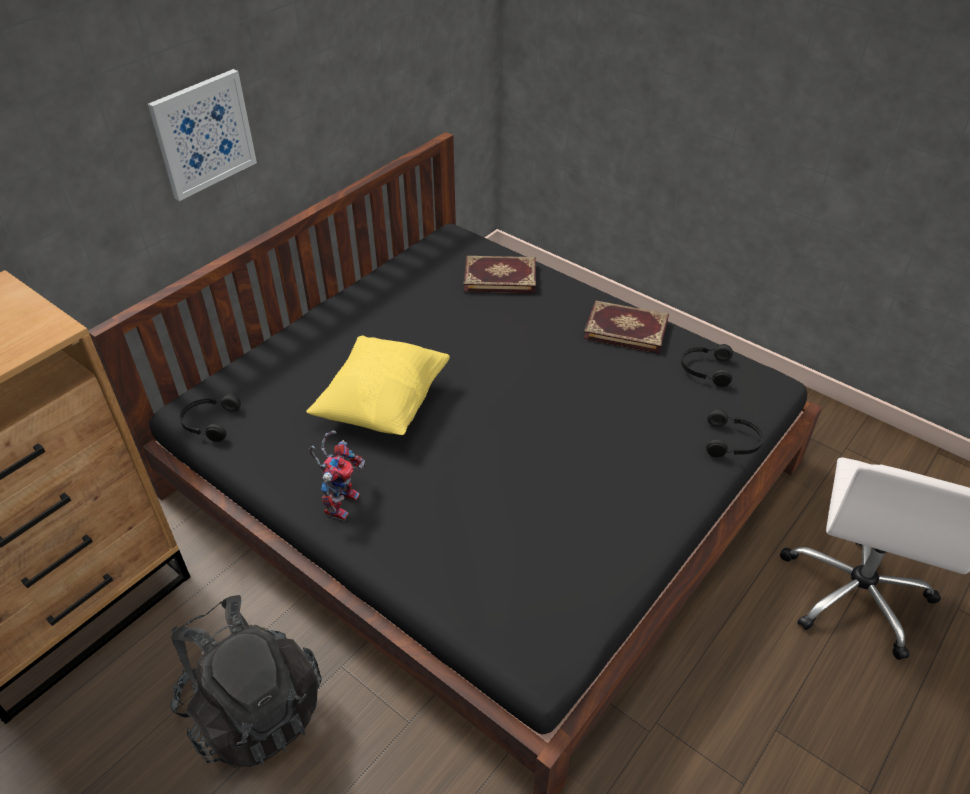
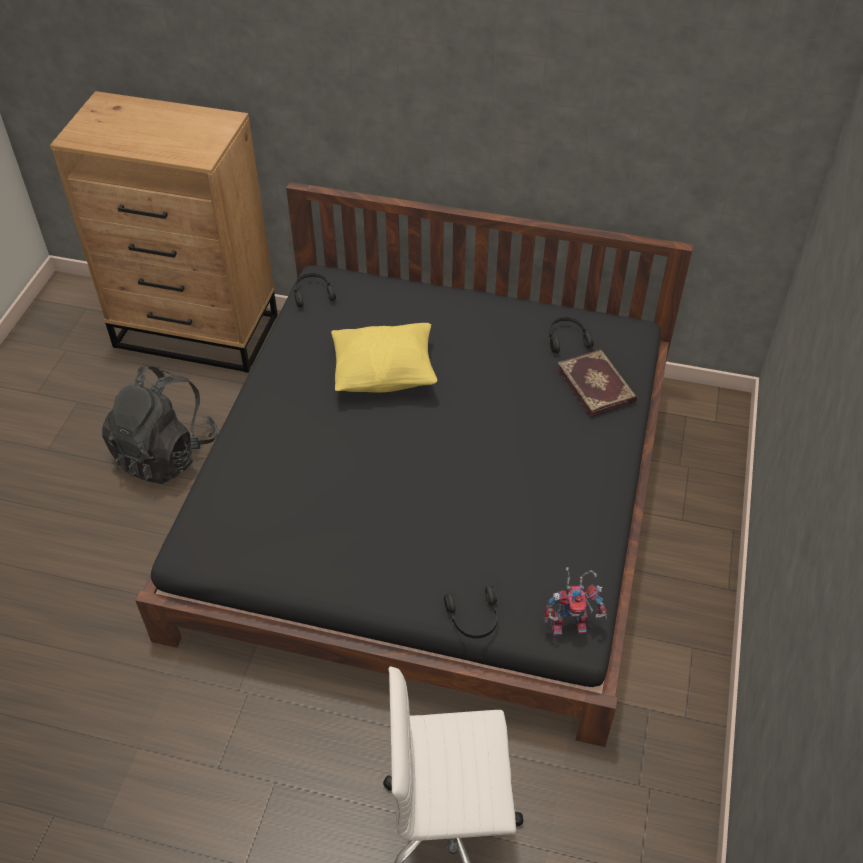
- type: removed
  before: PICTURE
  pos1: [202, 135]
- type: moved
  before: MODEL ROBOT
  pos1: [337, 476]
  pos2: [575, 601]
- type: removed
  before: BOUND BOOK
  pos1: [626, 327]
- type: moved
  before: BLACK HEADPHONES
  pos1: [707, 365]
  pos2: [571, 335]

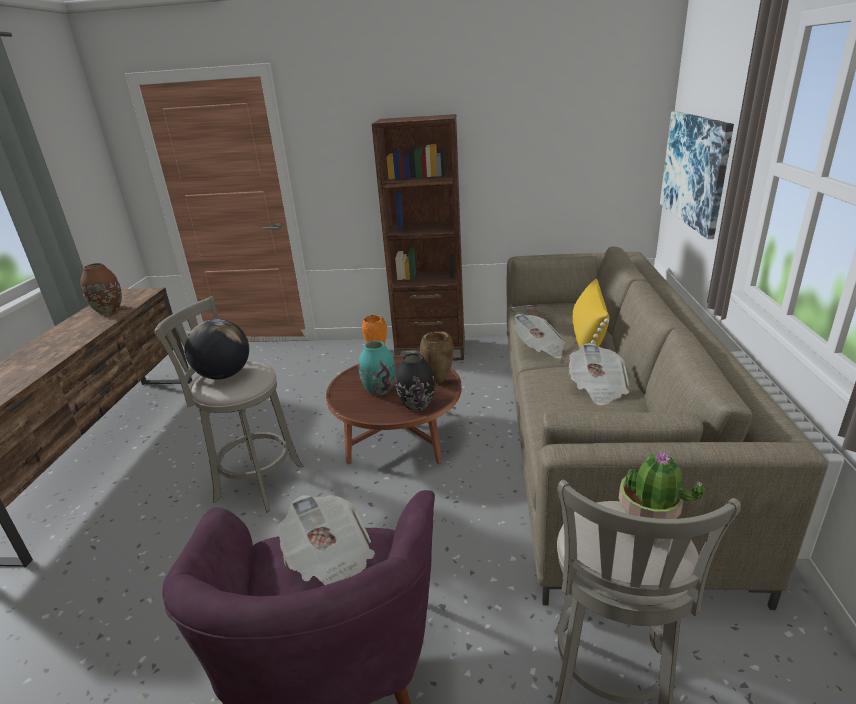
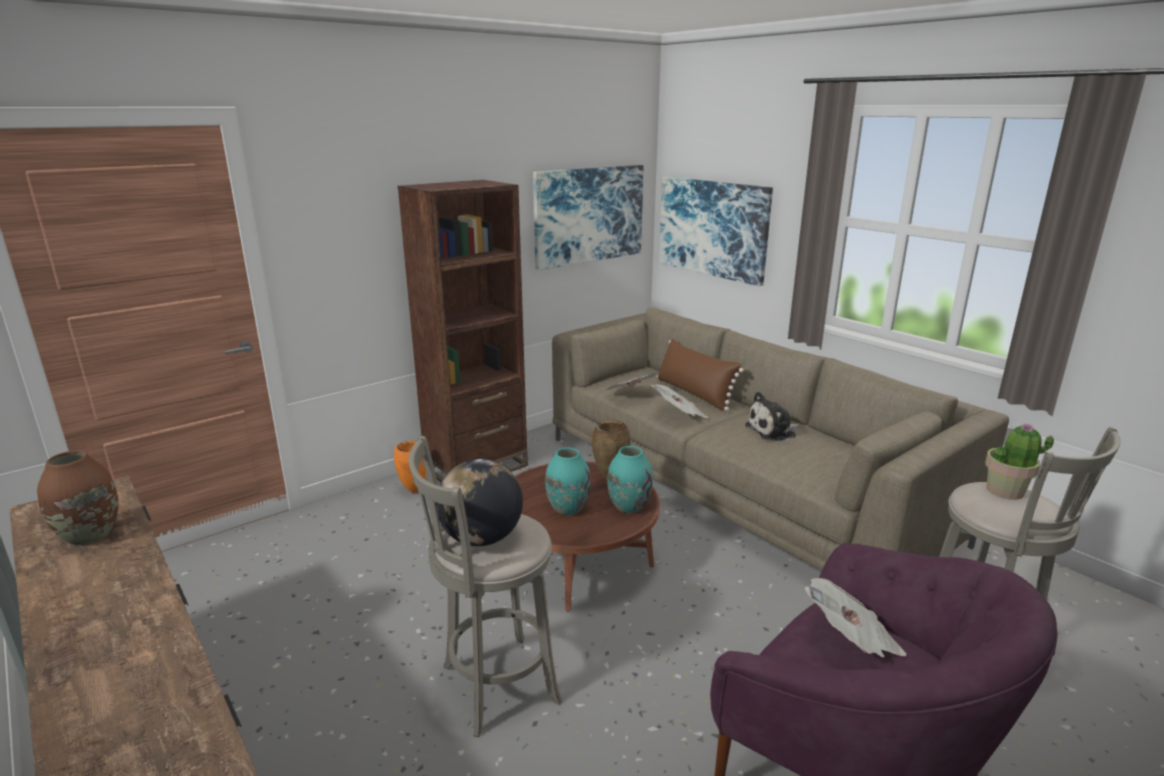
- type: recoloured
  before: BLACK FLOWER VASE
  after: TURQUOISE FLOWER VASE
  pos1: [415, 382]
  pos2: [630, 480]
- type: replaced
  before: DAILY PAPER
  after: SOFT TOY
  pos1: [598, 374]
  pos2: [772, 416]
- type: recoloured
  before: YELLOWISH THROW PILLOW
  after: BROWN THROW PILLOW
  pos1: [591, 313]
  pos2: [700, 374]
- type: added
  after: PICTURE
  pos2: [588, 217]

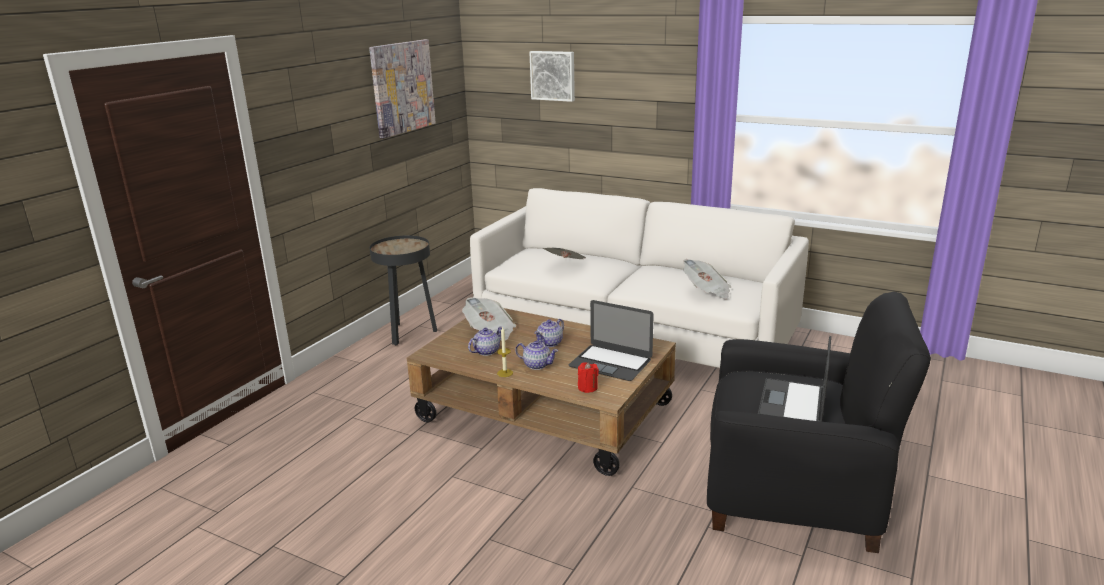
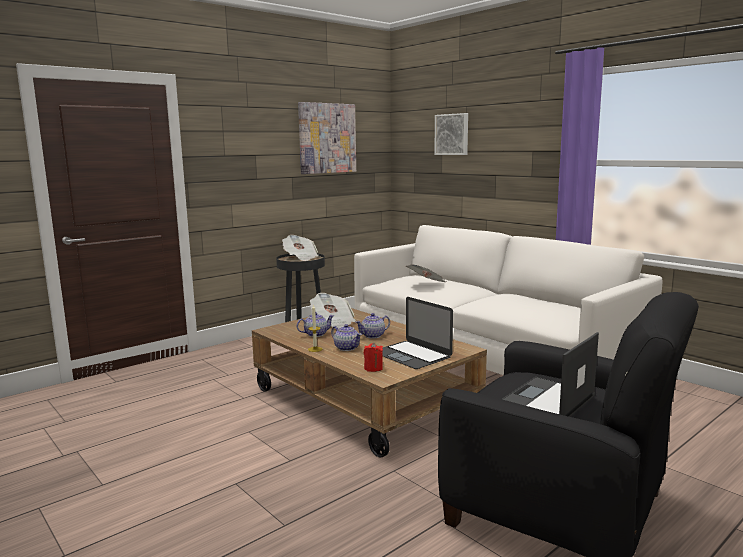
- type: moved
  before: DAILY PAPER
  pos1: [707, 279]
  pos2: [300, 248]

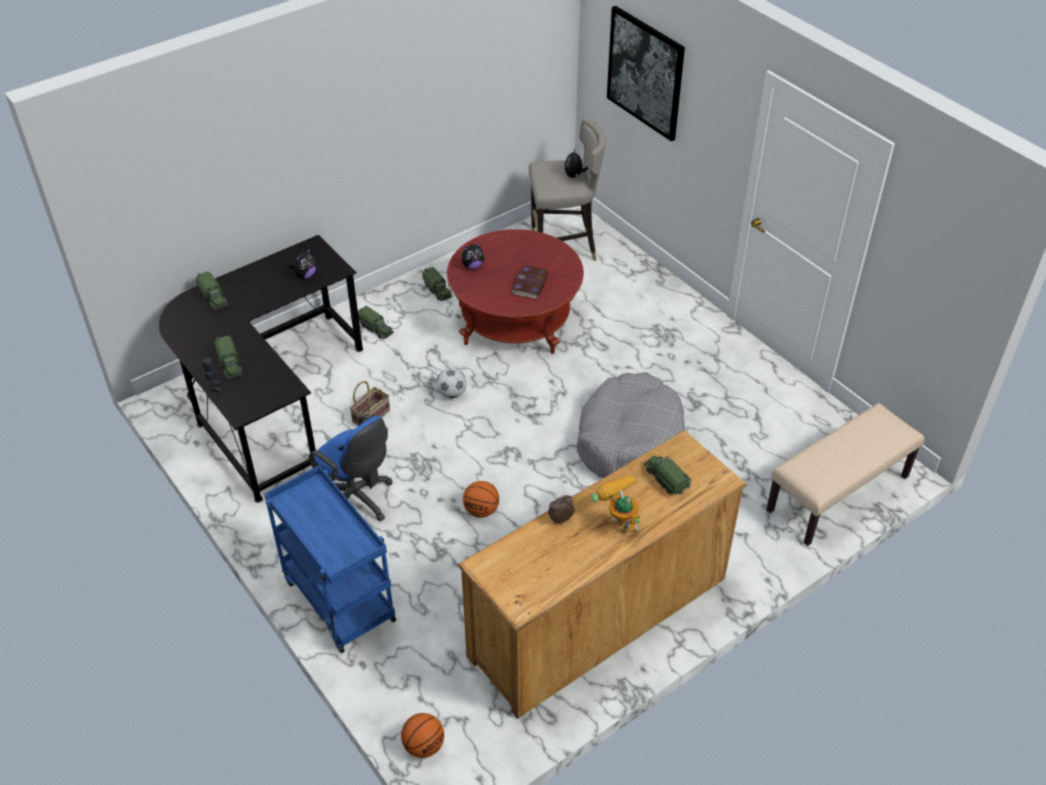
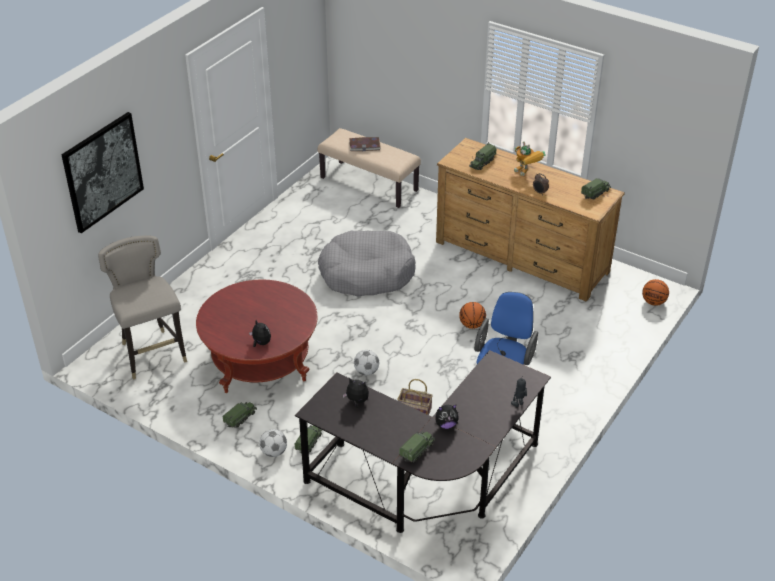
- type: moved
  before: TOY LORRY
  pos1: [228, 358]
  pos2: [596, 189]
- type: removed
  before: BLUISH CART
  pos1: [330, 559]
- type: moved
  before: BOUND BOOK
  pos1: [530, 282]
  pos2: [365, 144]
- type: moved
  before: SOFT TOY
  pos1: [576, 163]
  pos2: [447, 417]
- type: turned
  before: MODEL ROBOT
  pos1: [616, 503]
  pos2: [530, 158]
  turn: -75
- type: added
  after: BALL FOR FOOTBALL
  pos2: [273, 443]

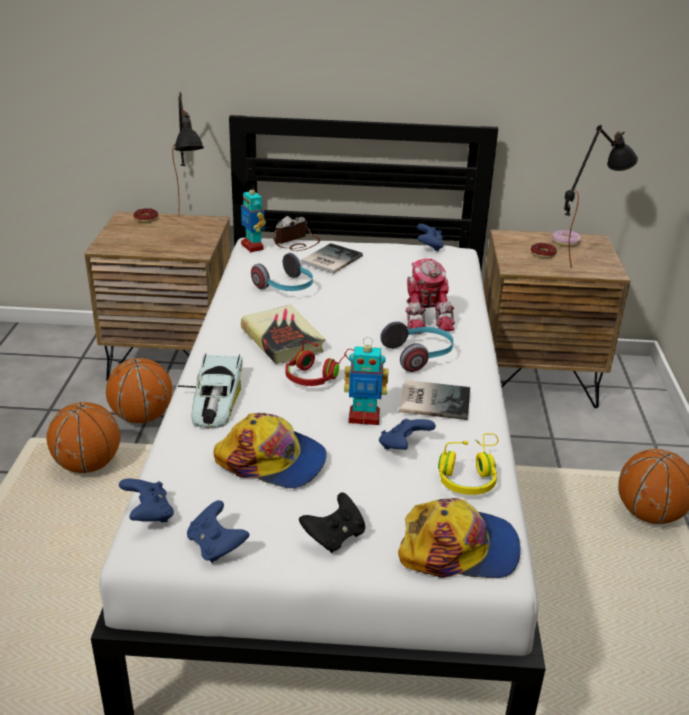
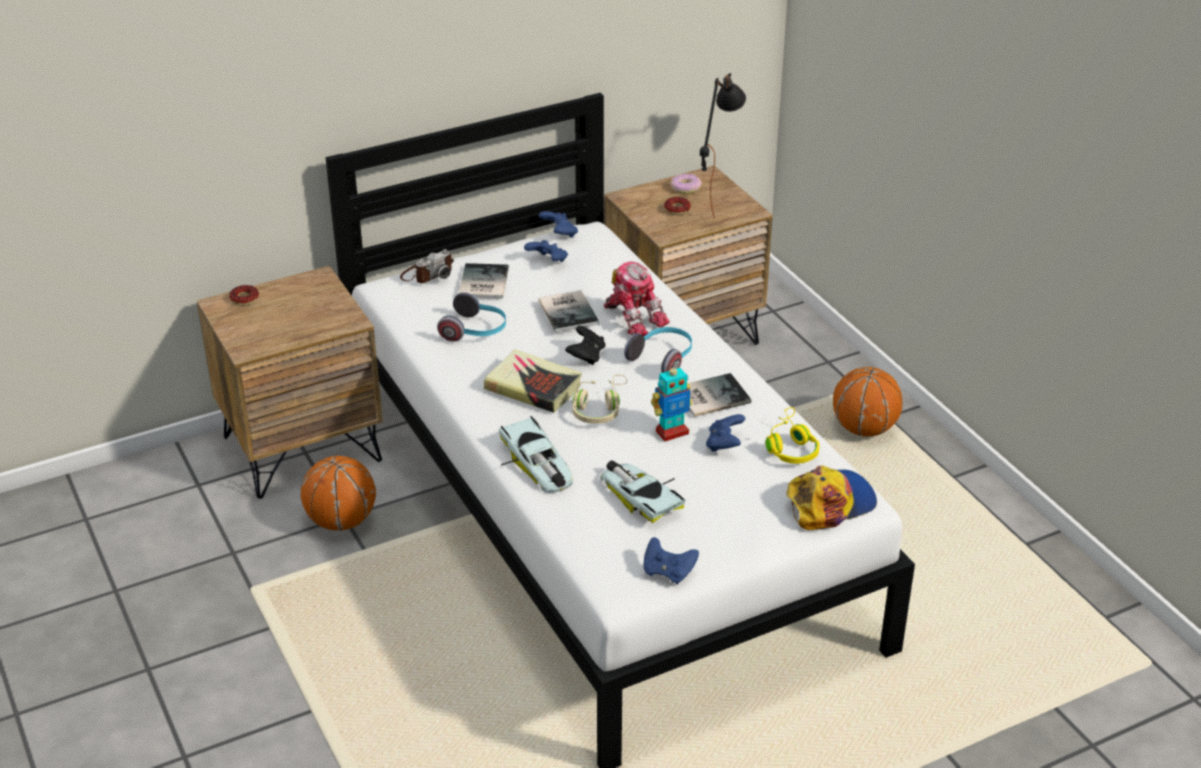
- type: removed
  before: BASKETBALL
  pos1: [83, 437]
- type: moved
  before: BLUISH GAMEPAD
  pos1: [146, 500]
  pos2: [546, 251]
- type: removed
  before: BLACK TABLE LAMP
  pos1: [188, 149]
- type: replaced
  before: CAP
  after: MODEL CAR
  pos1: [270, 451]
  pos2: [643, 491]
- type: removed
  before: MODEL ROBOT
  pos1: [253, 218]
- type: turned
  before: PHOTO CAMERA
  pos1: [297, 233]
  pos2: [427, 266]
  turn: -150
- type: recoloured
  before: REDDISH HEADPHONES
  after: SAND-COLOURED HEADPHONES
  pos1: [319, 363]
  pos2: [599, 399]
- type: moved
  before: BLACK GAMEPAD
  pos1: [332, 522]
  pos2: [585, 345]
- type: added
  after: BOUND BOOK
  pos2: [569, 311]

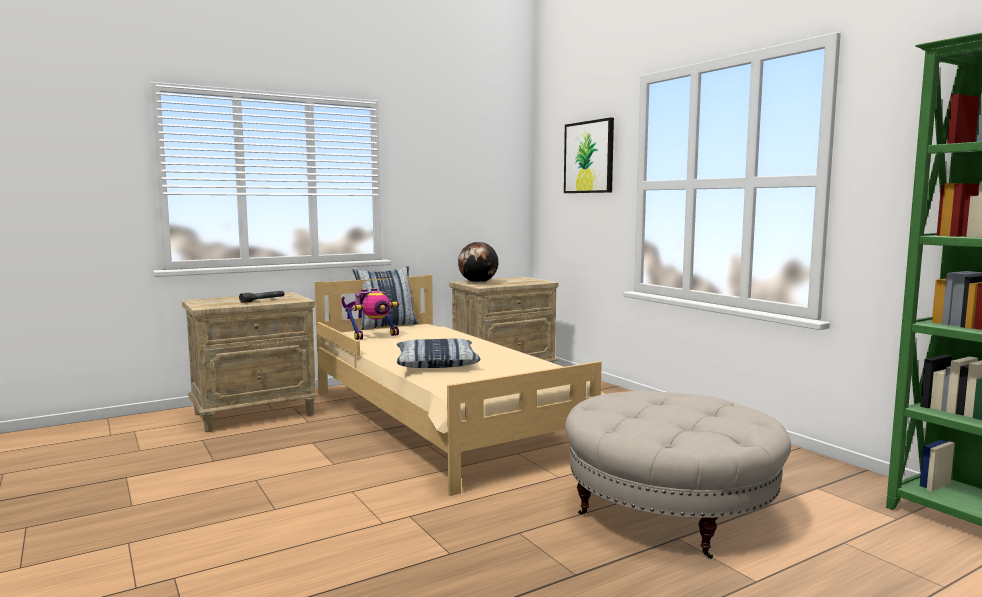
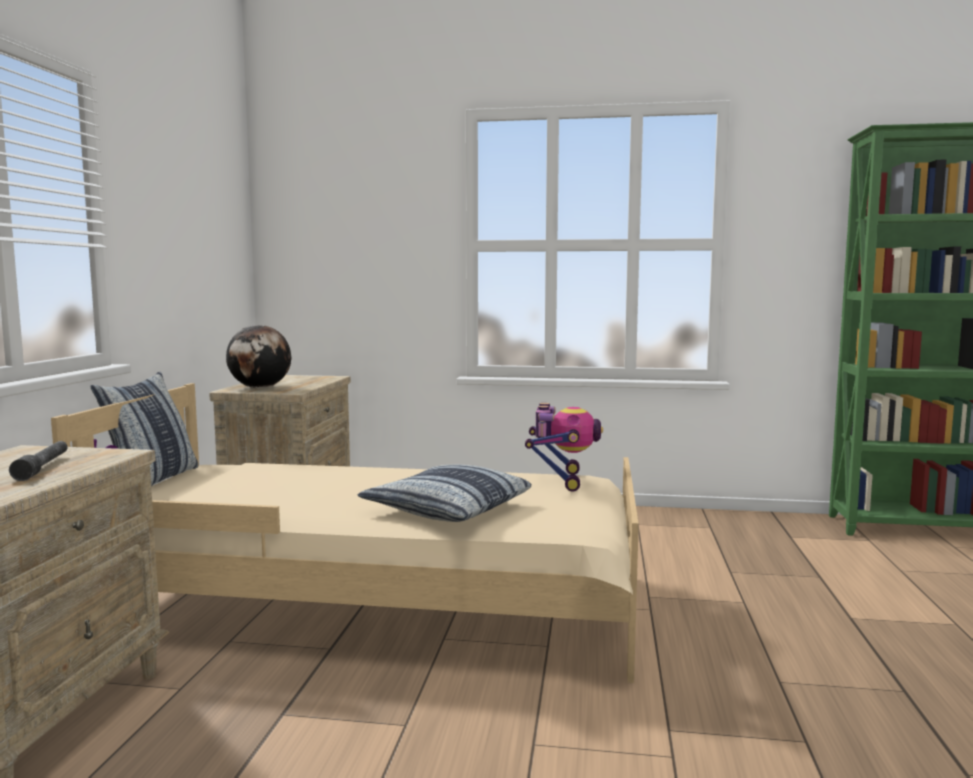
- type: moved
  before: MODEL ROBOT
  pos1: [372, 314]
  pos2: [564, 447]
- type: removed
  before: PICTURE
  pos1: [589, 155]
- type: removed
  before: SAND-COLOURED POUFFE
  pos1: [678, 475]

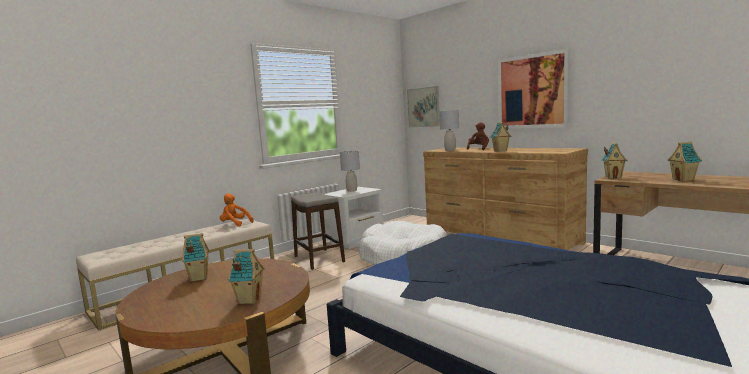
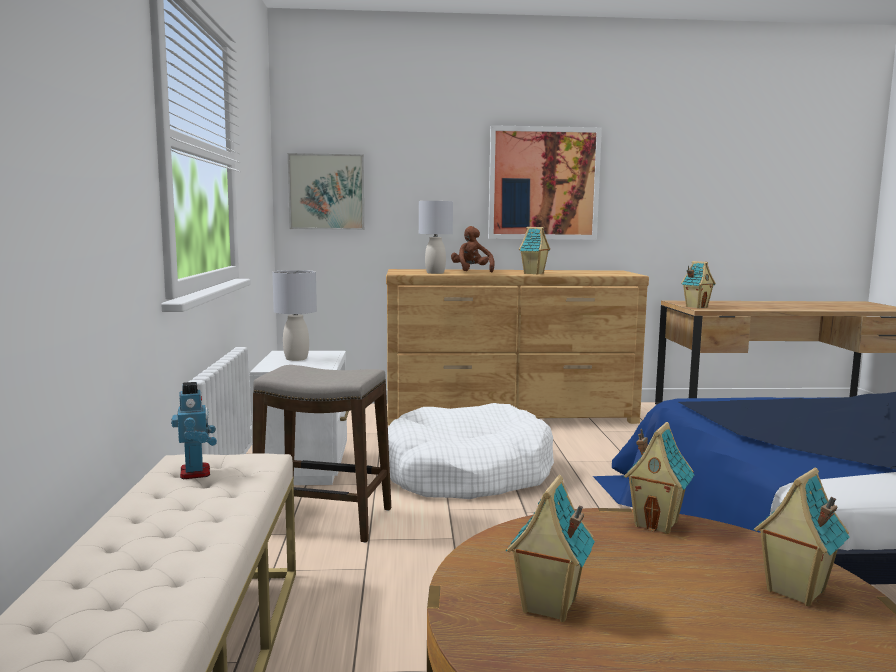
- type: replaced
  before: ORANGE SOFT TOY
  after: MODEL ROBOT
  pos1: [237, 210]
  pos2: [194, 430]
- type: moved
  before: MODEL HOUSE
  pos1: [685, 161]
  pos2: [659, 478]

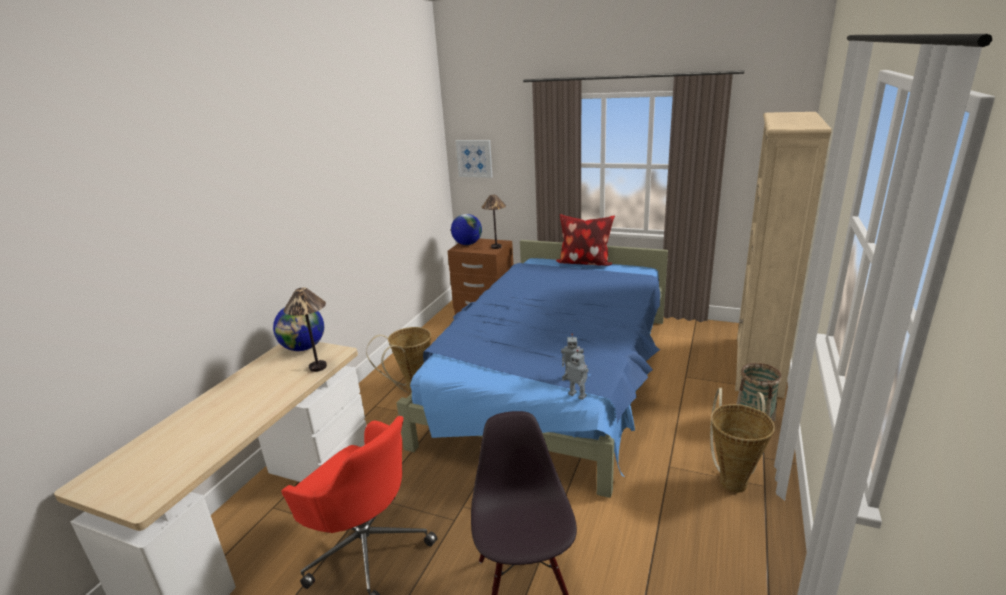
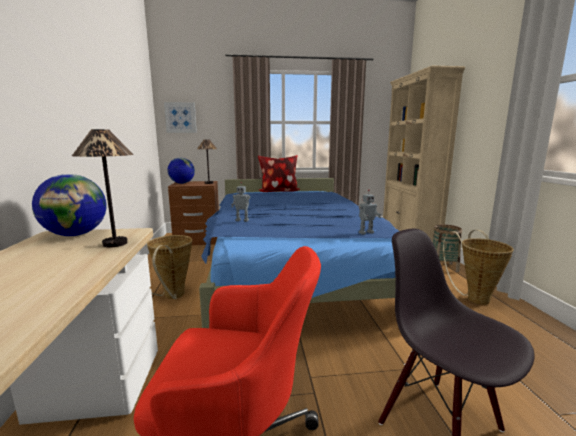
- type: moved
  before: MODEL ROBOT
  pos1: [575, 374]
  pos2: [240, 202]

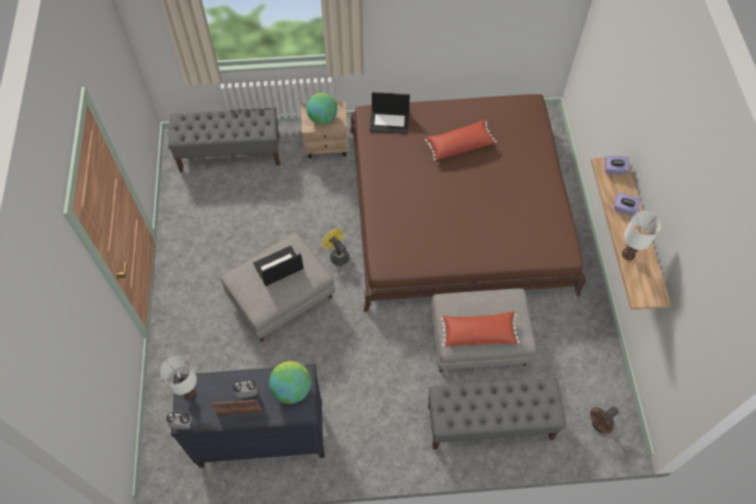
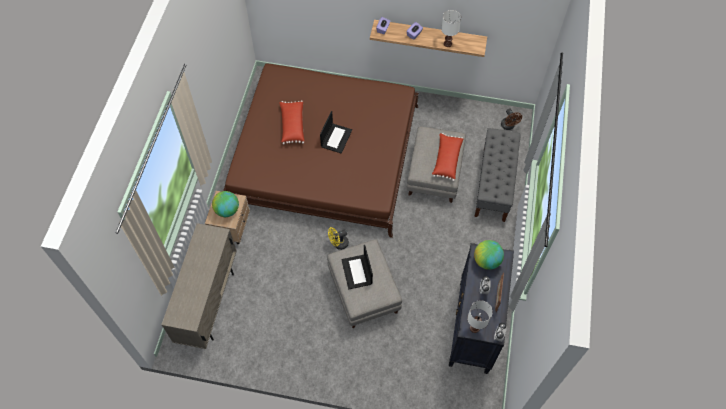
- type: replaced
  before: GRAY BENCH
  after: SAND-COLOURED STORAGE CABINET
  pos1: [224, 140]
  pos2: [199, 286]
- type: moved
  before: LAPTOP
  pos1: [389, 113]
  pos2: [336, 132]

